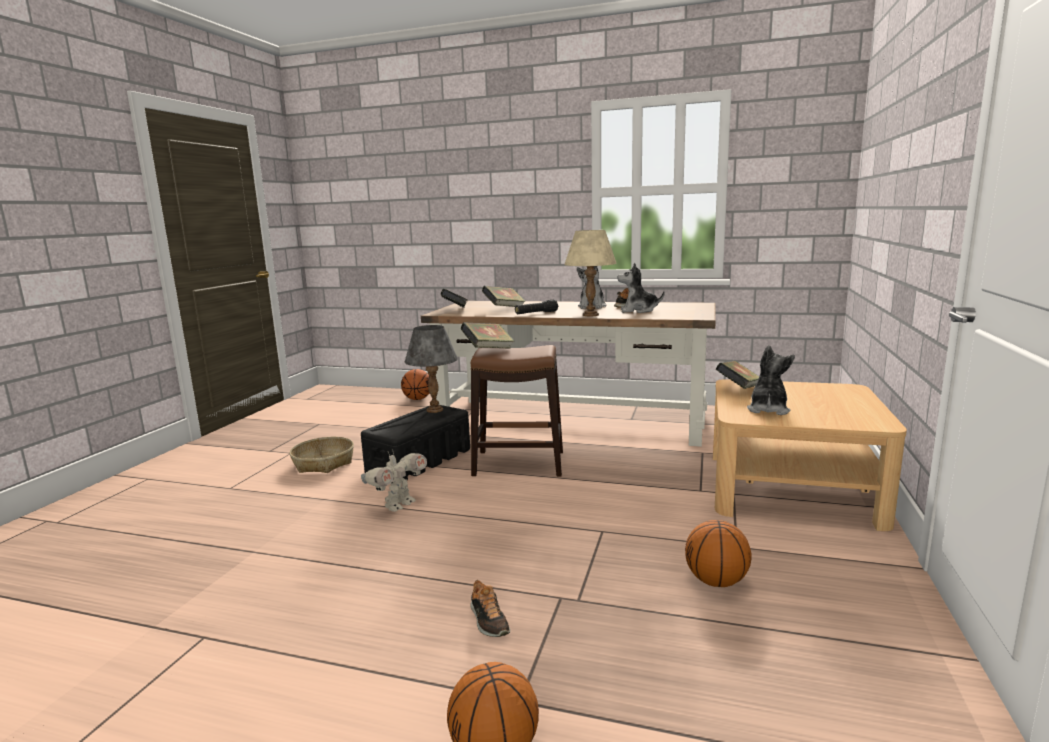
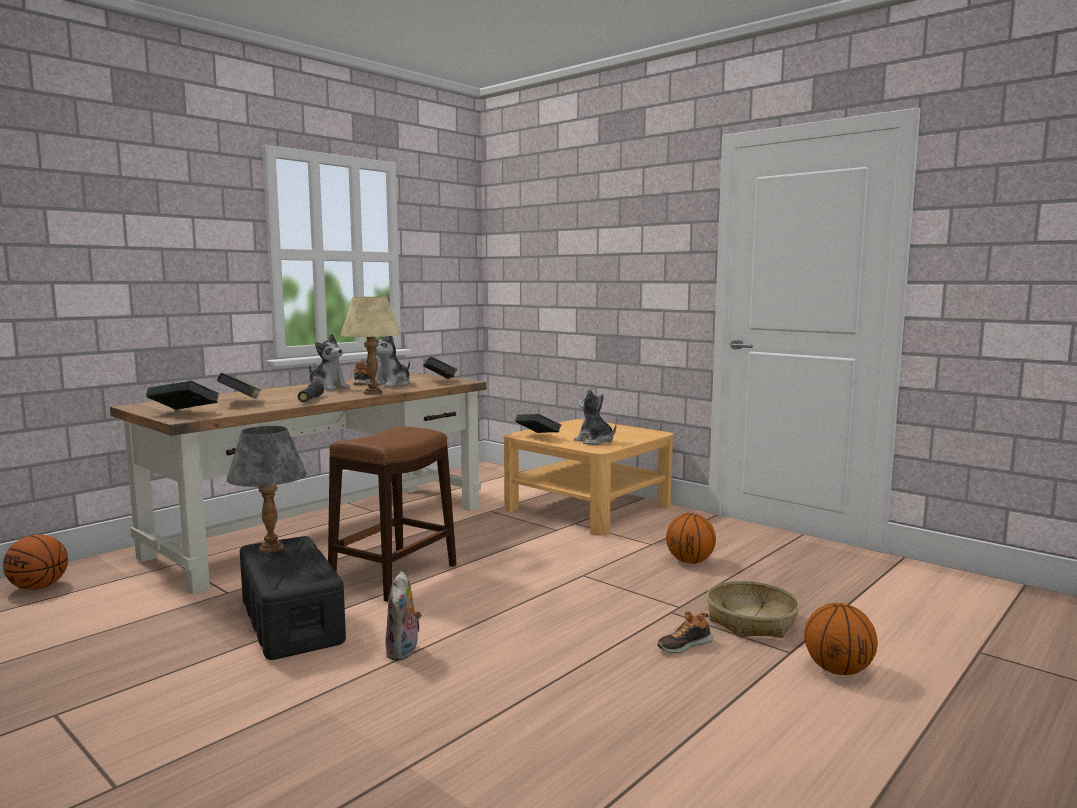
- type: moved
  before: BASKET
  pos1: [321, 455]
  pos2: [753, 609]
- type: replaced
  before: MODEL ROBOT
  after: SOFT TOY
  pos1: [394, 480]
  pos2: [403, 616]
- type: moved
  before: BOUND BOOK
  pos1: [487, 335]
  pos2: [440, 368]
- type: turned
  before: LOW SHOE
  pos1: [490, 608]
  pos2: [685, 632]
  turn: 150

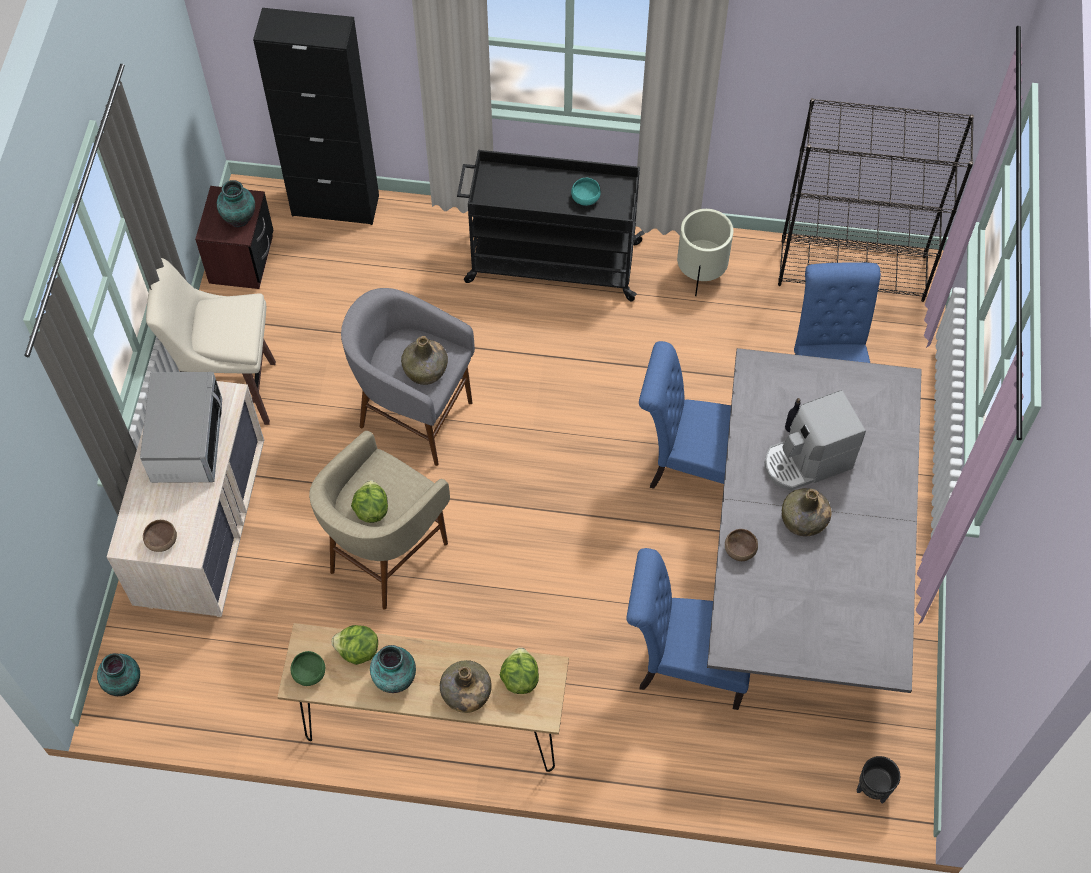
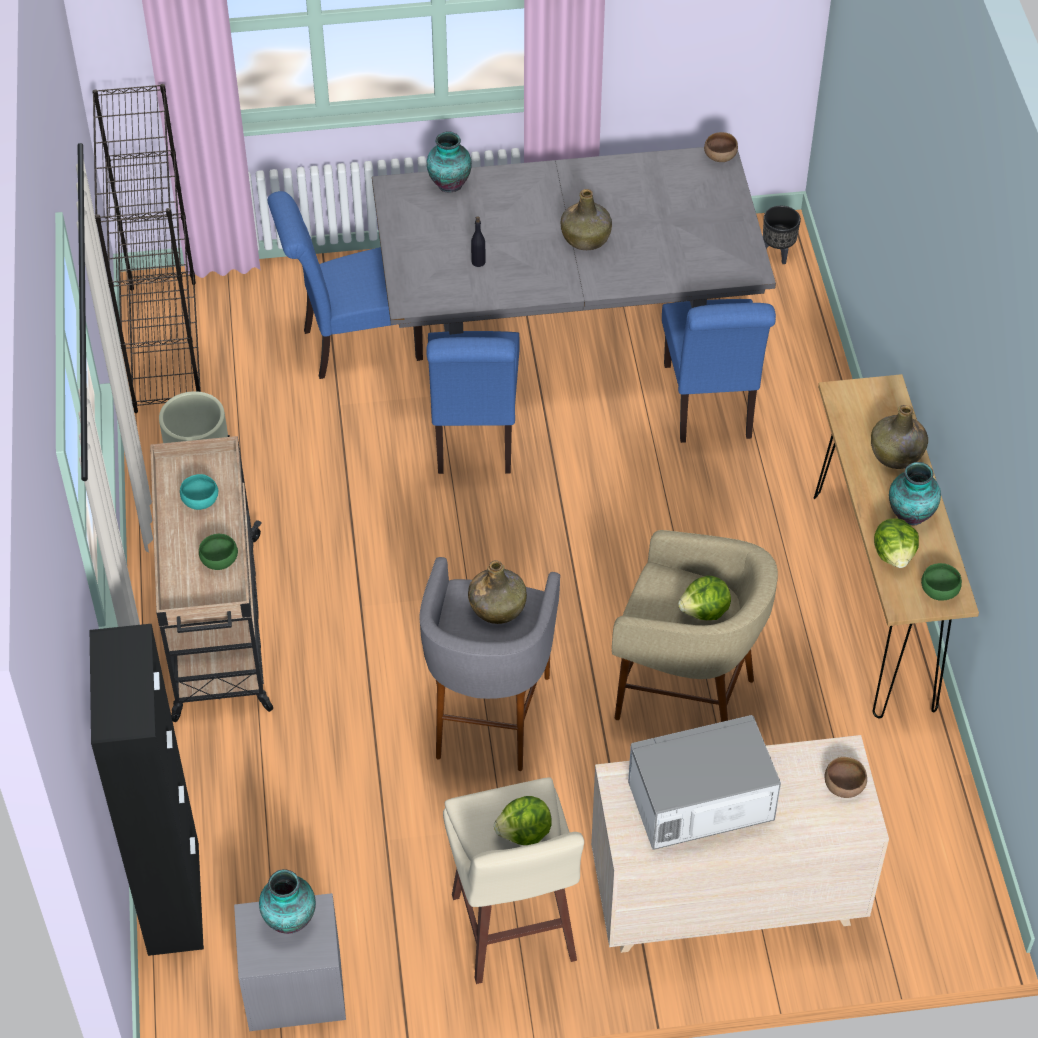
- type: moved
  before: FLOWER VASE
  pos1: [118, 674]
  pos2: [449, 162]
- type: recoloured
  before: BROWN NIGHT TABLE
  after: GRAY NIGHT TABLE
  pos1: [234, 237]
  pos2: [290, 962]
- type: recoloured
  before: BLACK CART
  after: SAND-COLOURED CART
  pos1: [551, 226]
  pos2: [211, 579]
- type: moved
  before: LETTUCE
  pos1: [519, 671]
  pos2: [523, 820]
- type: moved
  before: BROWN BOWL
  pos1: [741, 545]
  pos2: [721, 147]
- type: removed
  before: COFFEE MACHINE
  pos1: [815, 440]
- type: added
  after: GREEN BOWL
  pos2: [218, 552]

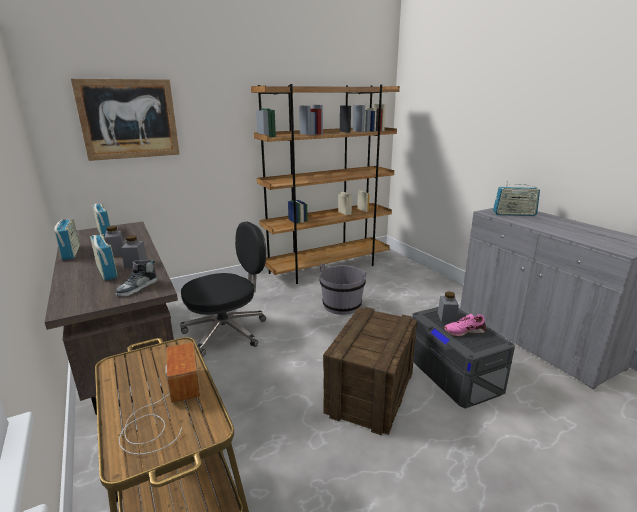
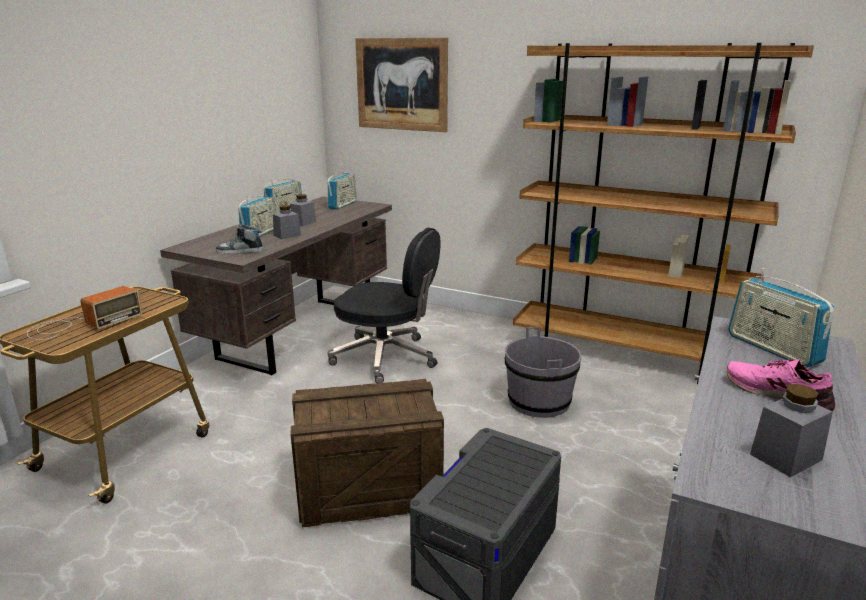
- type: moved
  before: GRAY JAR
  pos1: [448, 307]
  pos2: [791, 430]
- type: moved
  before: PINKISH LOW SHOE
  pos1: [465, 325]
  pos2: [780, 385]

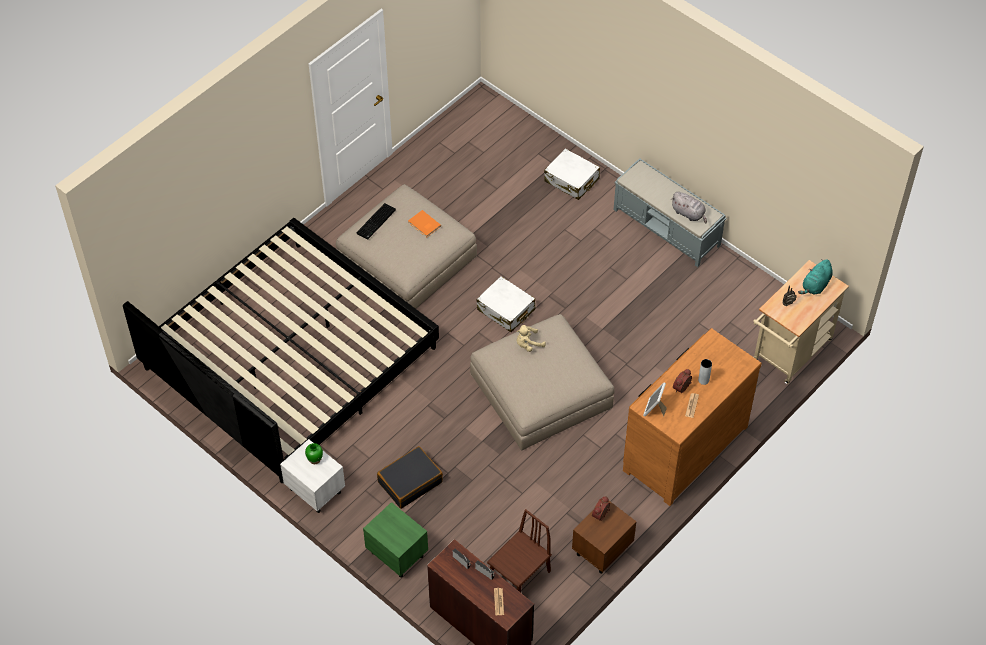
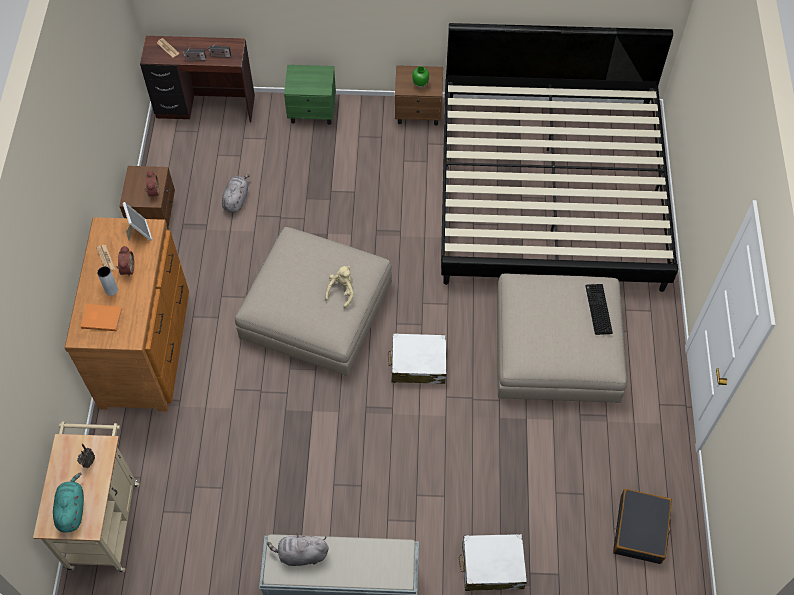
- type: recoloured
  before: WHITISH NIGHT TABLE
  after: BROWN NIGHT TABLE
  pos1: [312, 476]
  pos2: [419, 95]
- type: moved
  before: BLACK TRAVEL CASE
  pos1: [410, 477]
  pos2: [642, 526]
- type: moved
  before: ORANGE BOUND BOOK
  pos1: [424, 223]
  pos2: [101, 317]
- type: removed
  before: BROWN CHAIR
  pos1: [519, 551]
- type: added
  after: GRAY SOFT TOY
  pos2: [236, 193]

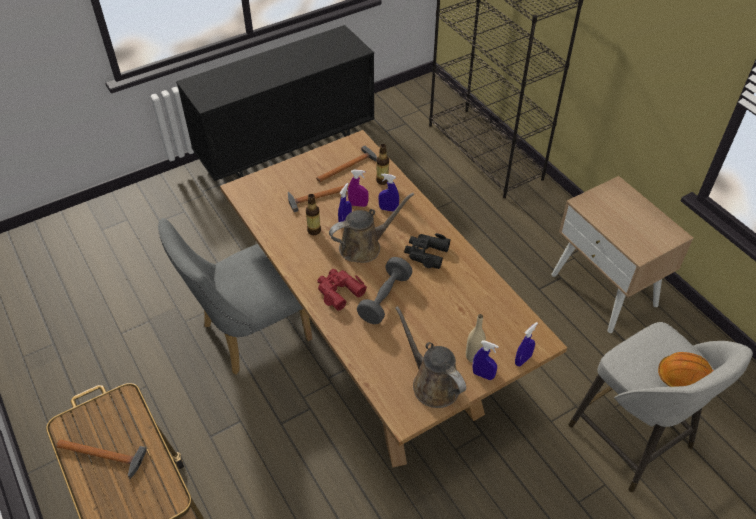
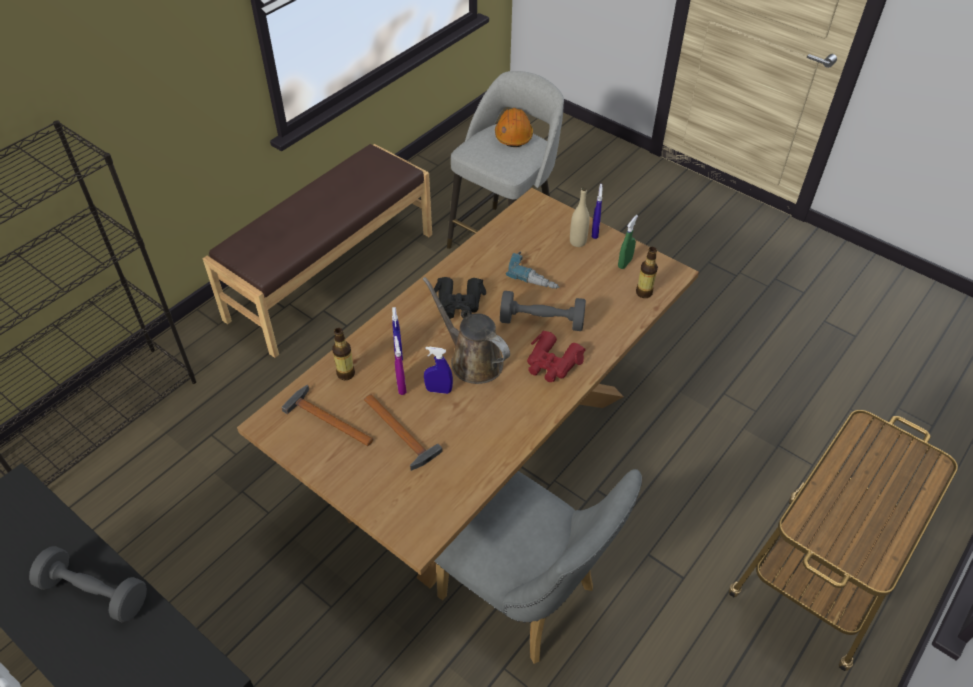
- type: removed
  before: HAMMER
  pos1: [101, 459]
- type: moved
  before: DRINK BOTTLE
  pos1: [313, 214]
  pos2: [647, 272]
- type: replaced
  before: BROWN SPRINKLING CAN
  after: GREEN HAND SPRAYER
  pos1: [430, 357]
  pos2: [628, 242]
- type: removed
  before: BLUISH HAND SPRAYER
  pos1: [526, 344]
- type: replaced
  before: SAND-COLOURED NIGHT TABLE
  after: BROWN BENCH
  pos1: [622, 254]
  pos2: [317, 251]
- type: added
  after: GRAY HAND WEIGHT
  pos2: [88, 584]
- type: added
  after: ELECTRIC DRILL
  pos2: [532, 270]

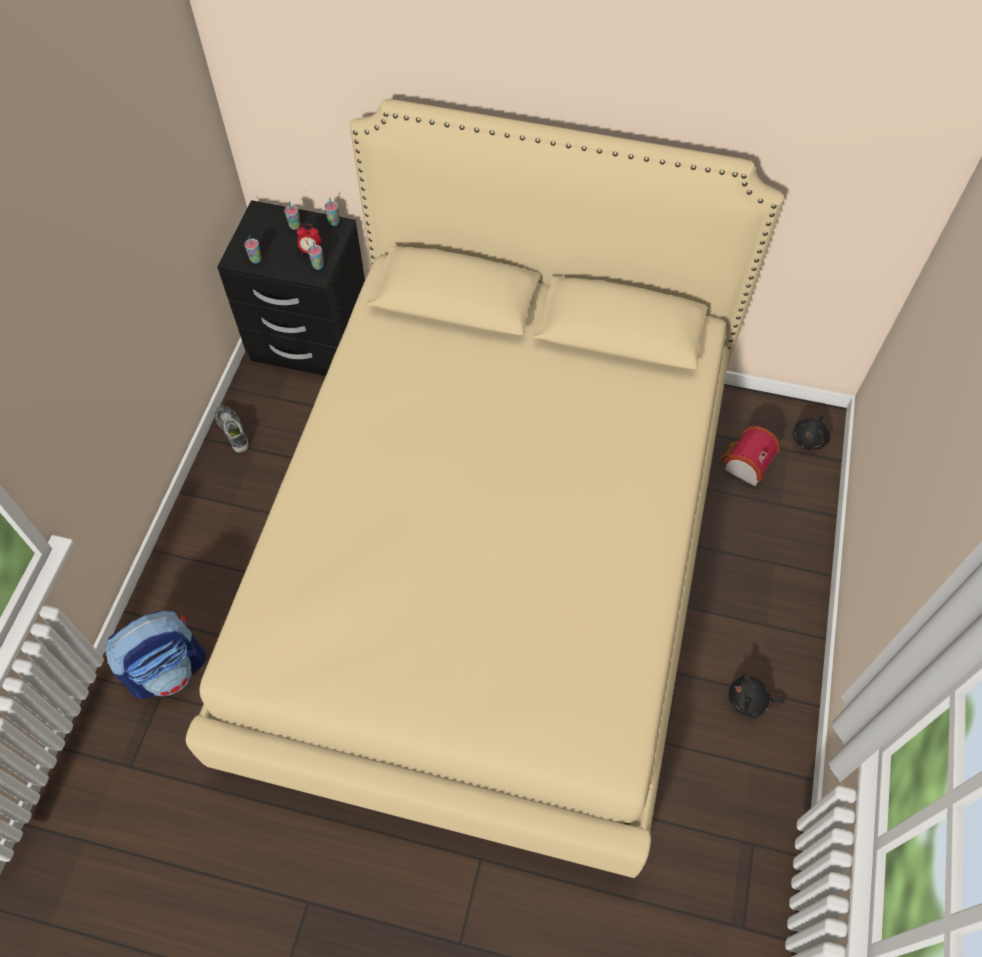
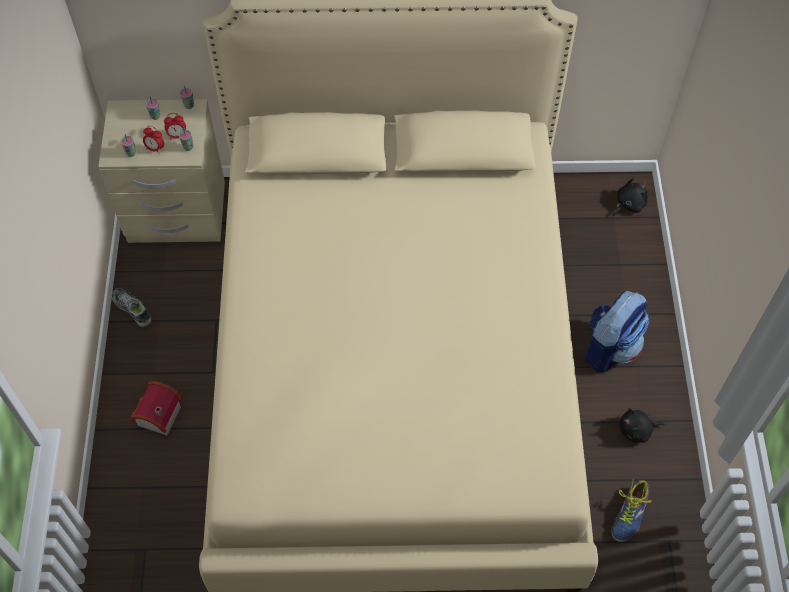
- type: moved
  before: BACKPACK
  pos1: [155, 655]
  pos2: [617, 331]
- type: recoloured
  before: BLACK NIGHT TABLE
  after: SAND-COLOURED NIGHT TABLE
  pos1: [291, 288]
  pos2: [161, 171]
- type: moved
  before: MODEL HOUSE
  pos1: [749, 456]
  pos2: [156, 408]
- type: turned
  before: BLACK SOFT TOY
  pos1: [811, 433]
  pos2: [630, 197]
  turn: -150
- type: added
  after: BEDSIDE CLOCK
  pos2: [153, 139]
- type: added
  after: LOW SHOE
  pos2: [632, 511]

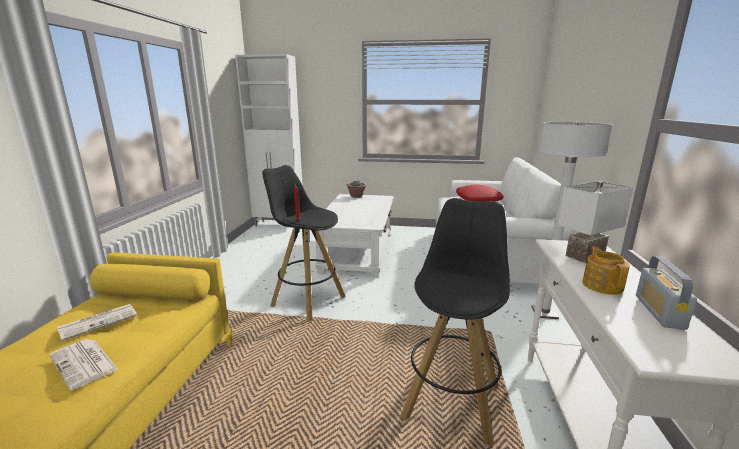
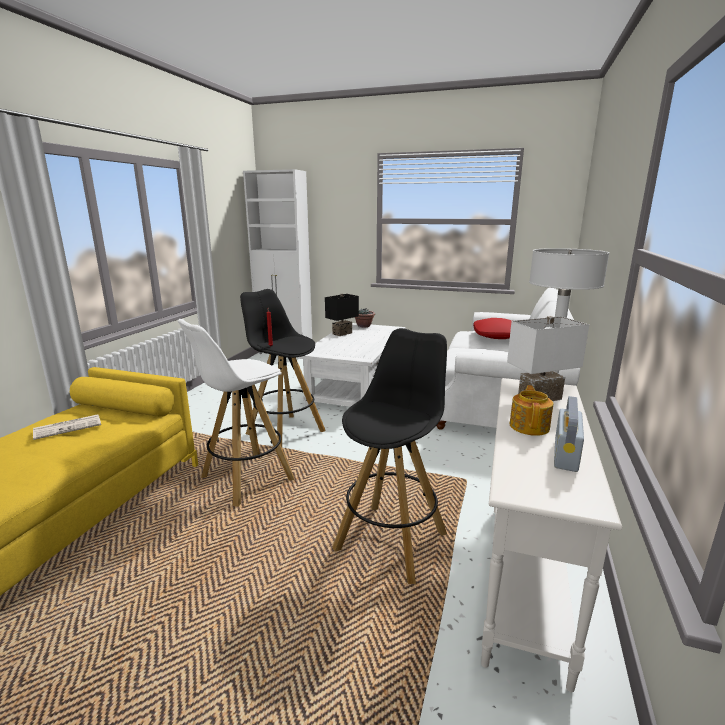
- type: removed
  before: DAILY PAPER
  pos1: [83, 364]
- type: added
  after: WHITISH SITTING STOOL
  pos2: [236, 413]
- type: added
  after: BLACK TABLE LAMP
  pos2: [342, 315]

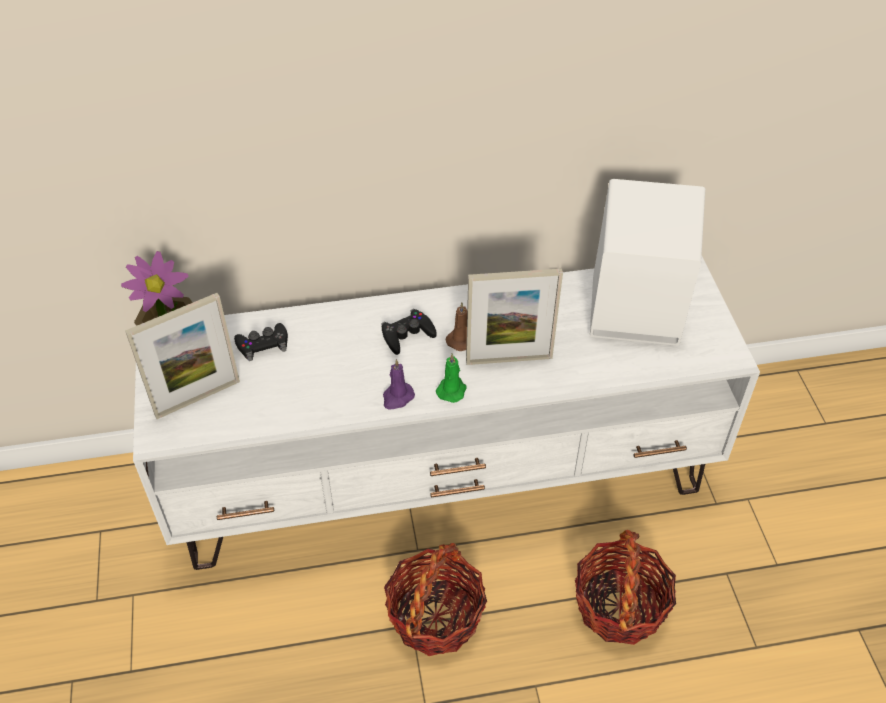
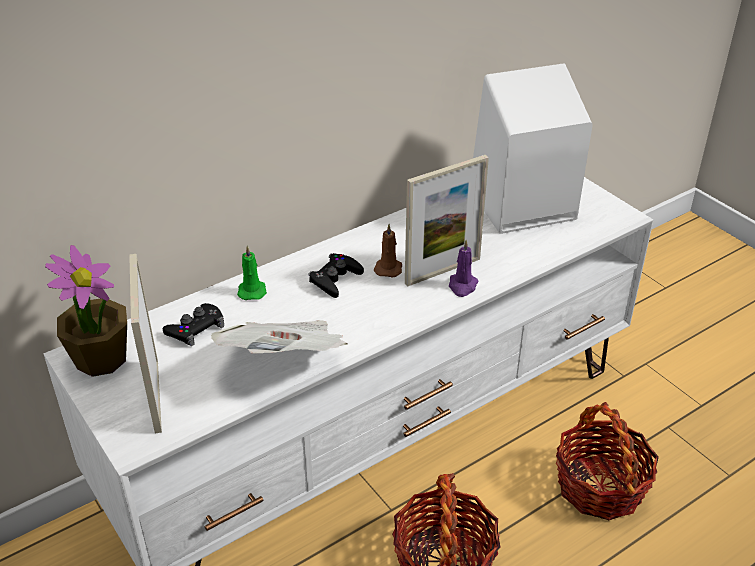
- type: turned
  before: PICTURE FRAME
  pos1: [182, 356]
  pos2: [145, 344]
  turn: 135
- type: moved
  before: PURPLE CANDLE
  pos1: [399, 384]
  pos2: [463, 268]
- type: moved
  before: GREEN CANDLE
  pos1: [451, 378]
  pos2: [252, 272]
- type: added
  after: DAILY PAPER
  pos2: [279, 336]

